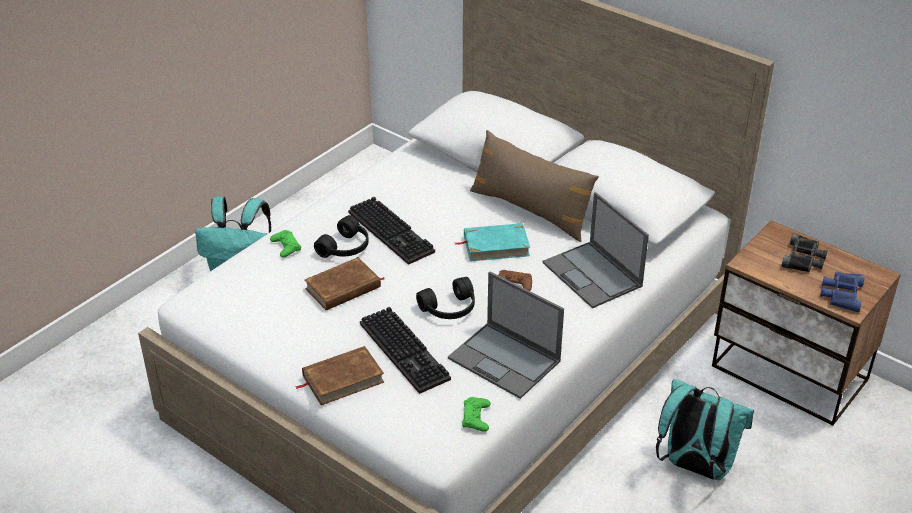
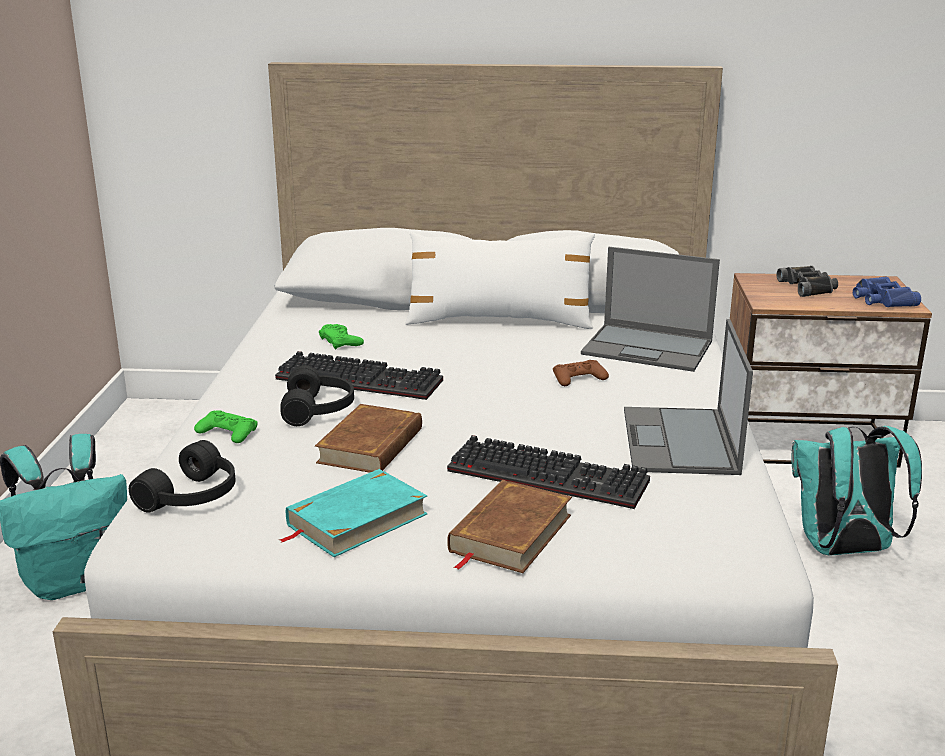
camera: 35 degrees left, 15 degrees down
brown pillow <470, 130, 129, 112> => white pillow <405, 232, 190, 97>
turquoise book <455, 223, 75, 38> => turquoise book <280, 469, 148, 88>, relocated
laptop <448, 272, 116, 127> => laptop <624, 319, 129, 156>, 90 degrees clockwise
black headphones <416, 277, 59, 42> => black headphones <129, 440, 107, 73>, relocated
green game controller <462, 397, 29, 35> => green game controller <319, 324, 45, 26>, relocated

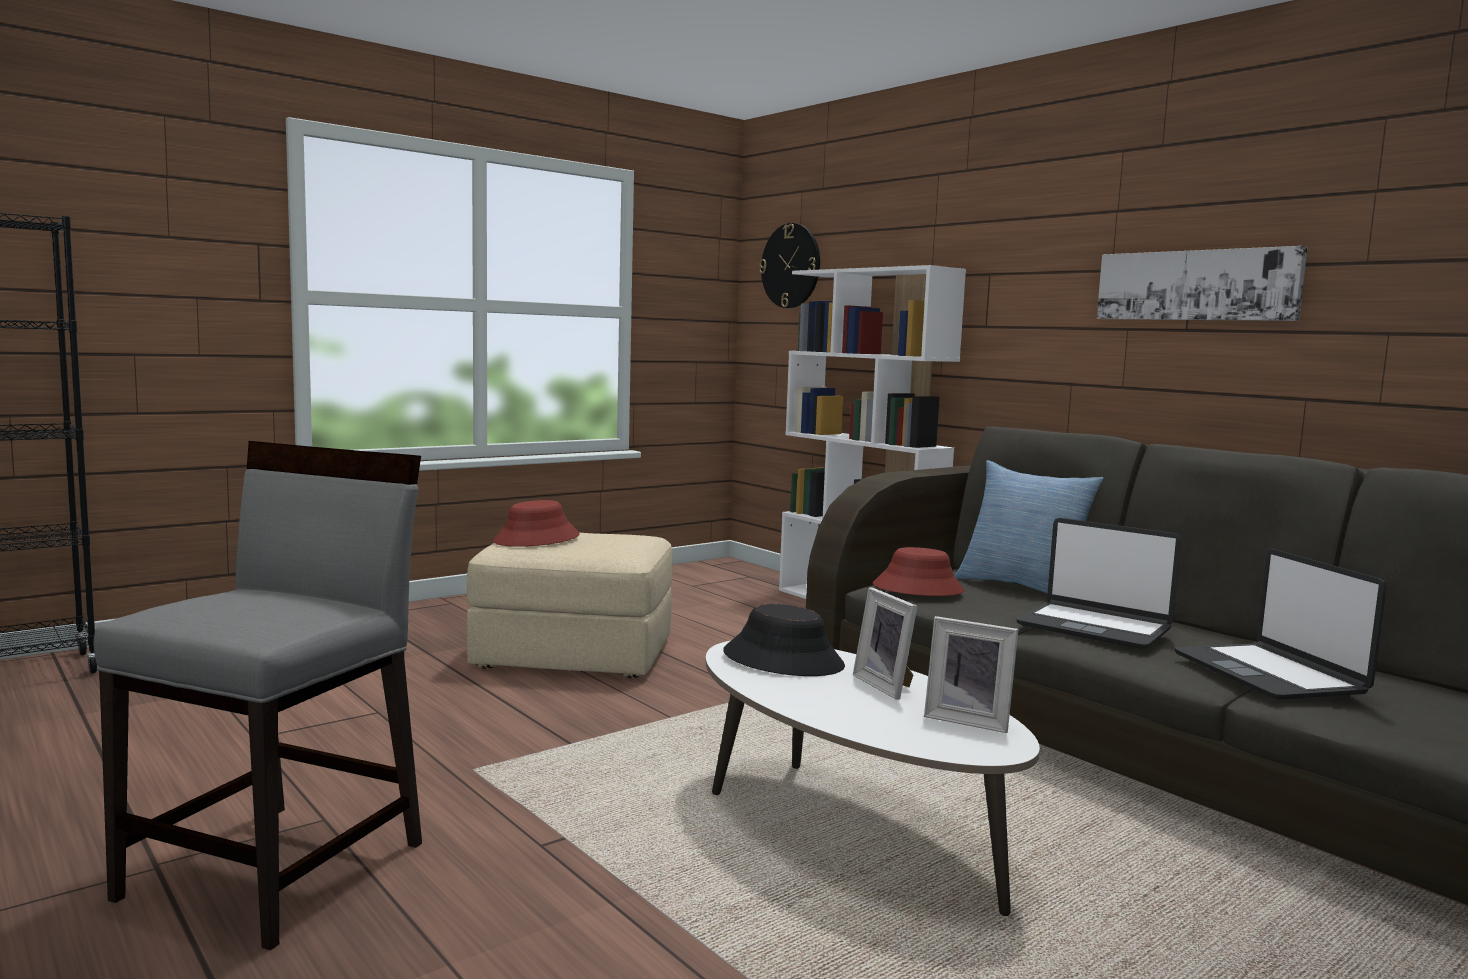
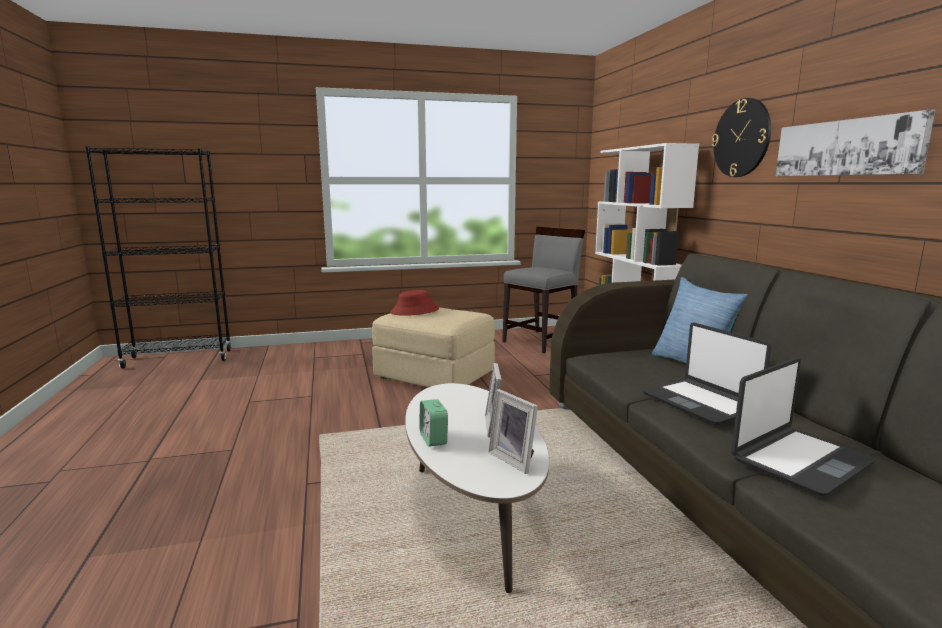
camera: 25 degrees right, 5 degrees up
wall clock <759, 223, 61, 85> => wall clock <712, 98, 59, 79>, relocated
grey chair <94, 441, 328, 510> => grey chair <502, 227, 83, 126>, relocated
red hat <873, 547, 91, 49> => nothing
laptop <1175, 549, 212, 151> => laptop <731, 358, 145, 138>, 135 degrees counterclockwise
black hat <723, 604, 122, 72> => nothing
nothing => alarm clock <419, 399, 29, 48>

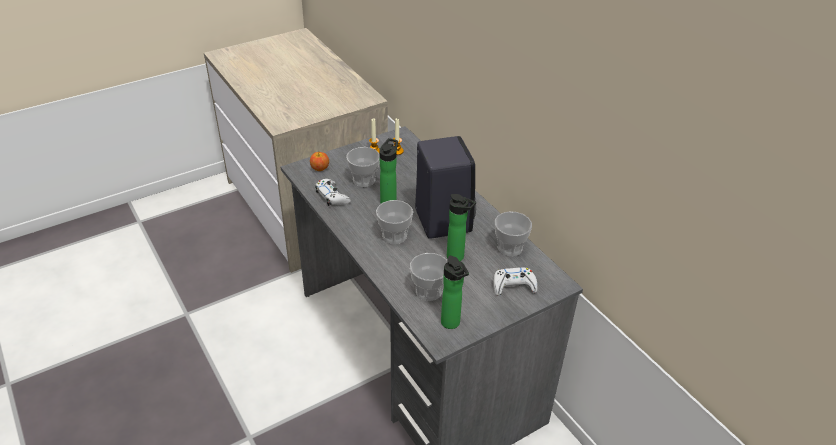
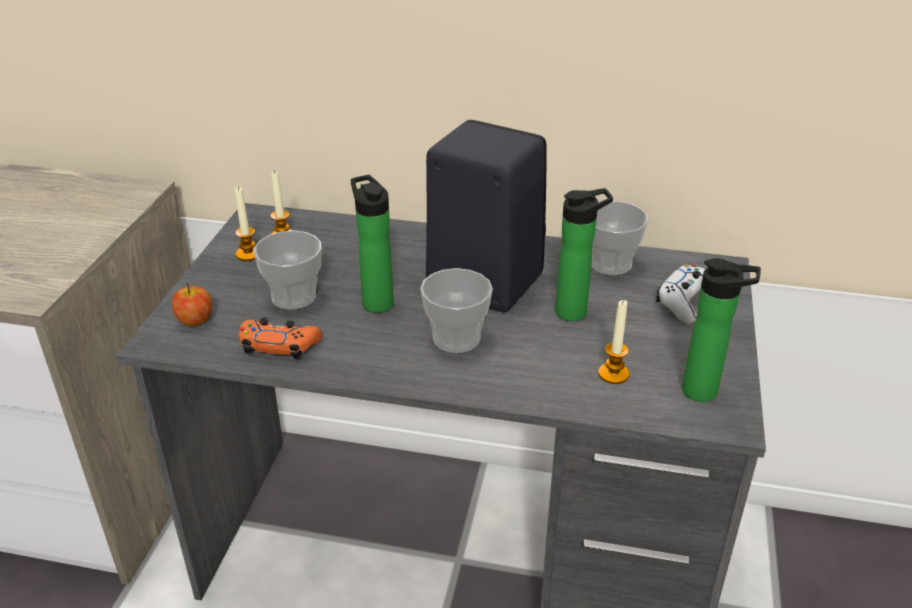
camera: 45 degrees left, 5 degrees down
white game controller <315, 179, 36, 27> => orange game controller <239, 318, 83, 41>
cup <410, 253, 38, 48> => candle <598, 300, 31, 84>

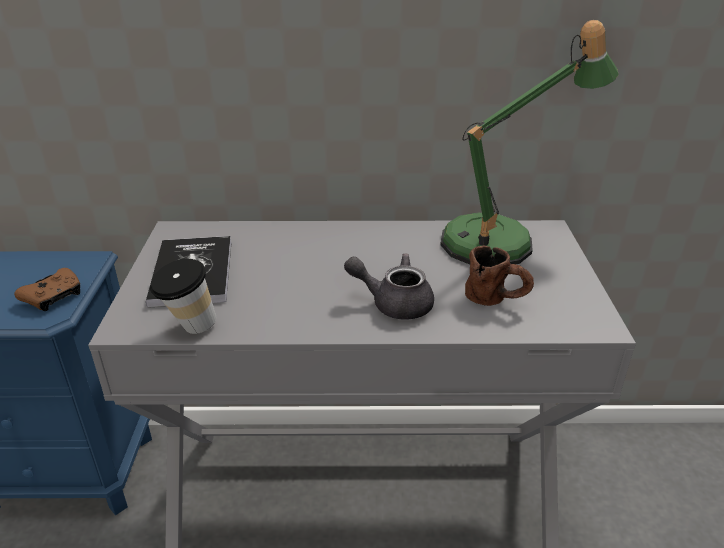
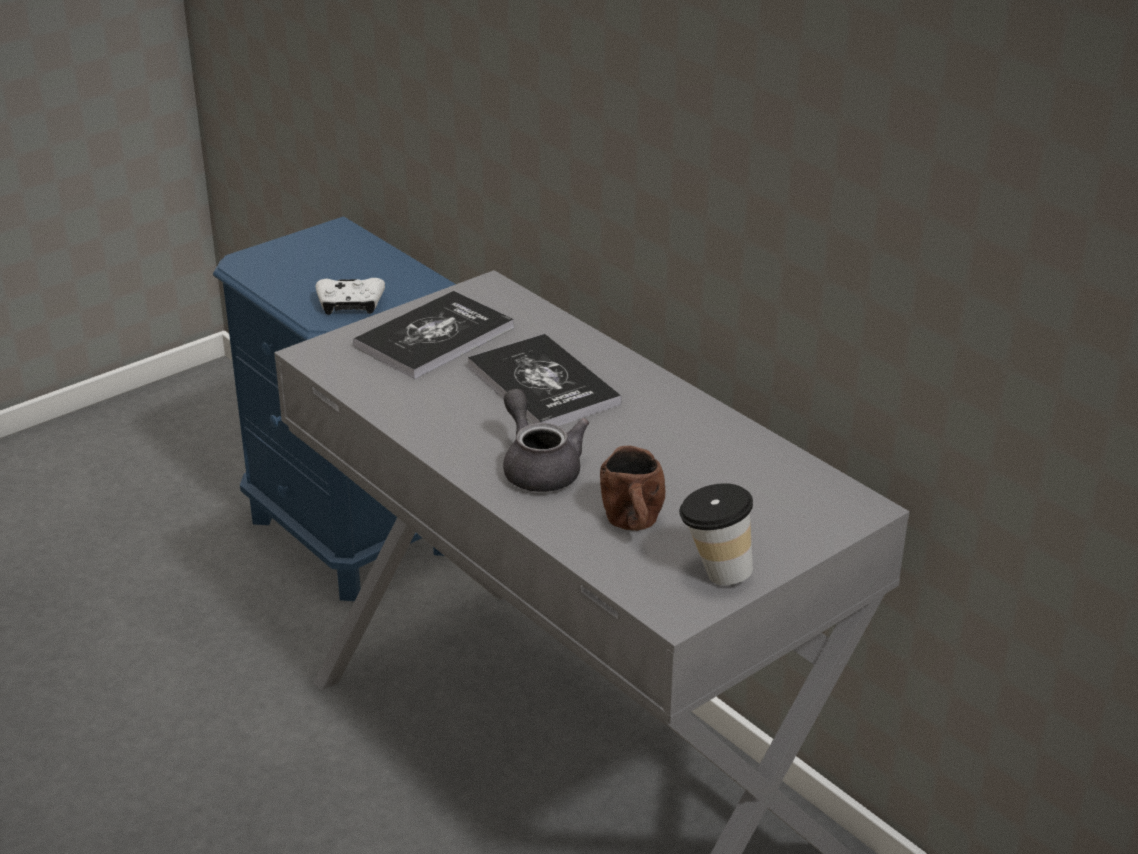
camera: 50 degrees right, 0 degrees up
table lamp <440, 20, 179, 245> => nothing
cup <150, 259, 66, 75> => cup <679, 483, 74, 102>, relocated
brown game controller <14, 268, 66, 43> => white game controller <316, 278, 69, 37>
nothing => book <468, 334, 154, 92>

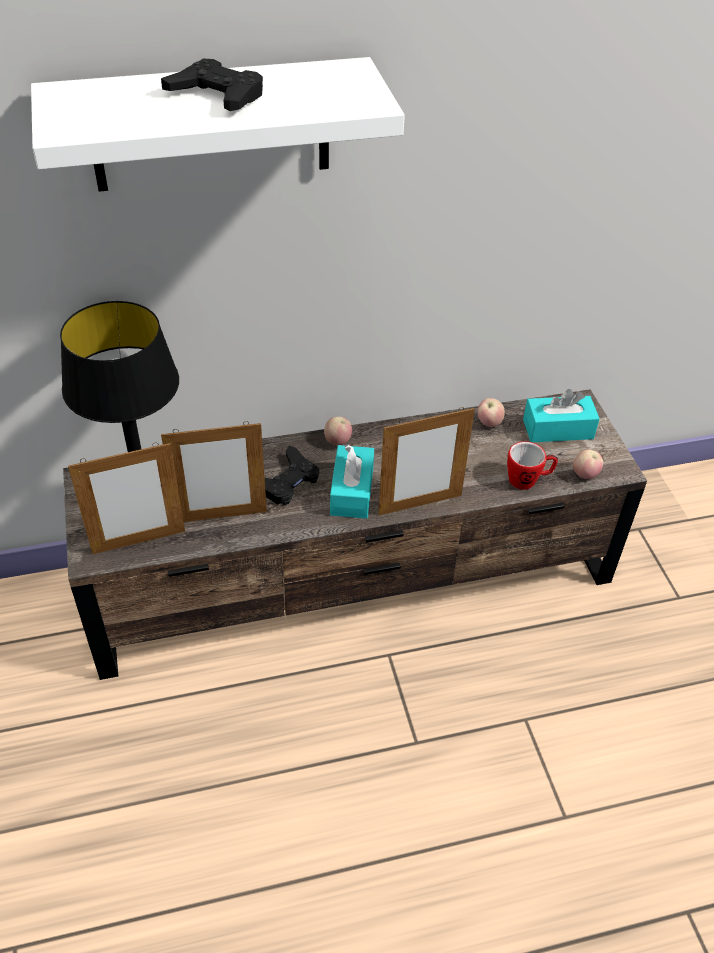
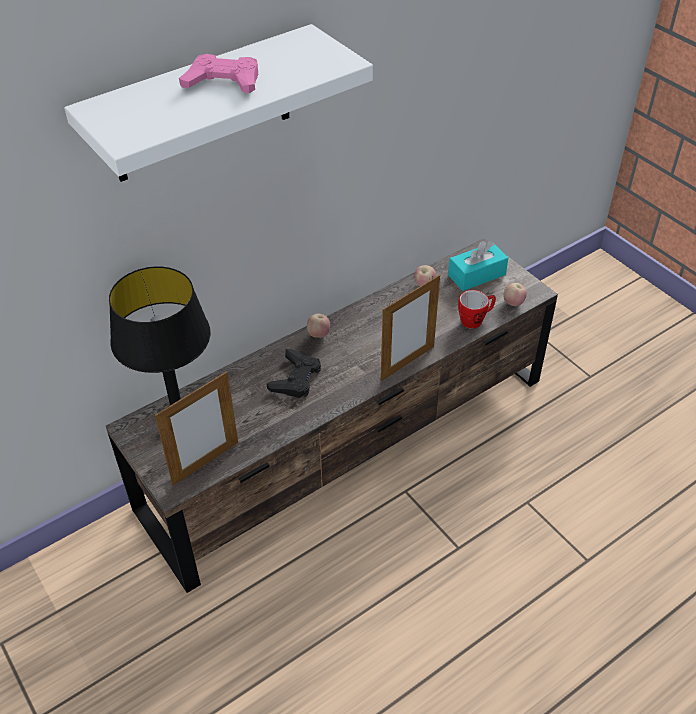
camera: 20 degrees left, 0 degrees up
black game controller <161, 59, 102, 52> => pink game controller <179, 54, 79, 39>
picture frame <161, 421, 106, 101> => nothing
turquoise tissue box <330, 444, 44, 75> => nothing

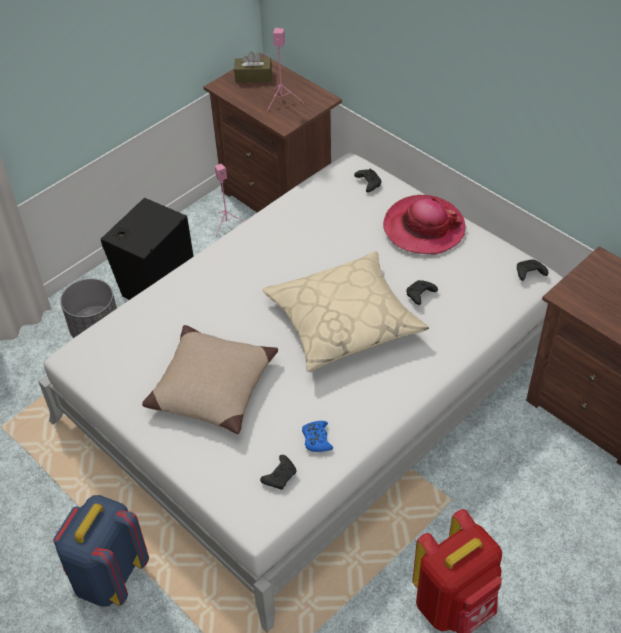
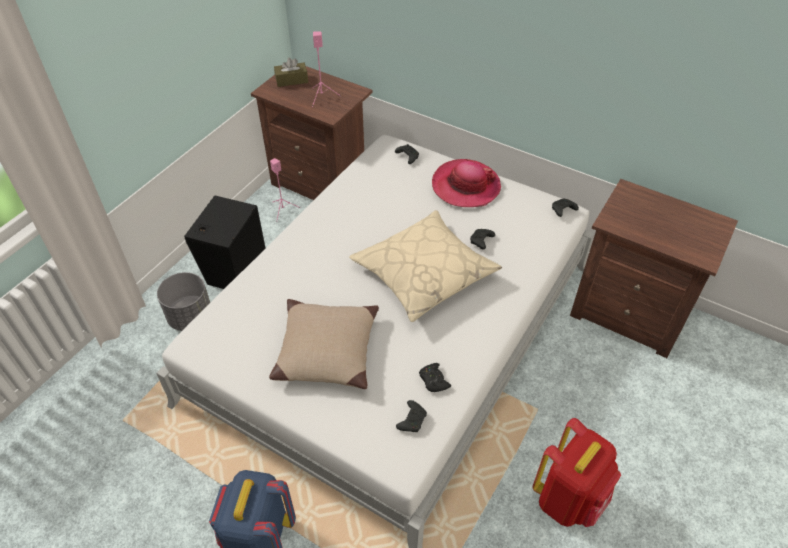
camera: 15 degrees left, 0 degrees up
blue game controller <302, 421, 31, 31> => black game controller <419, 363, 32, 29>

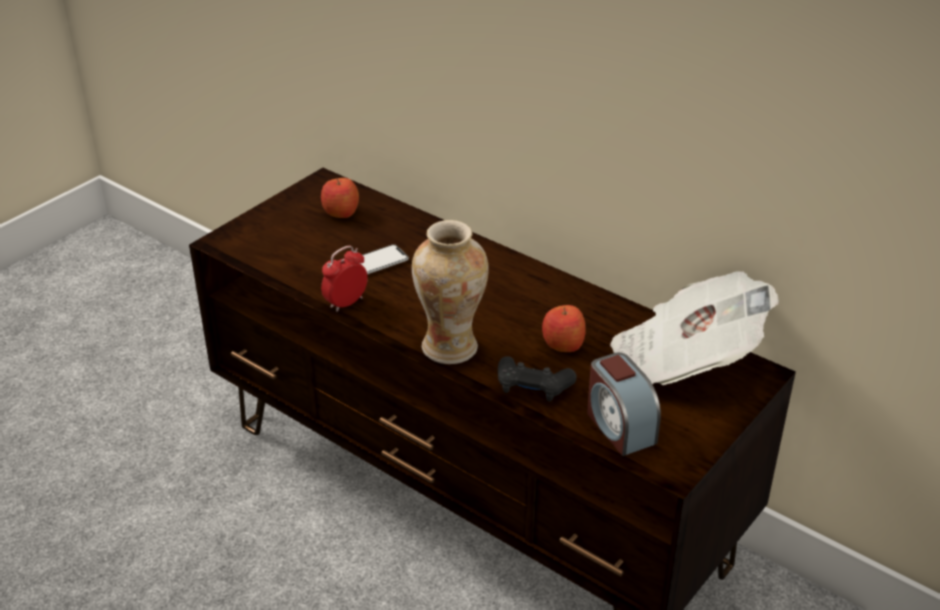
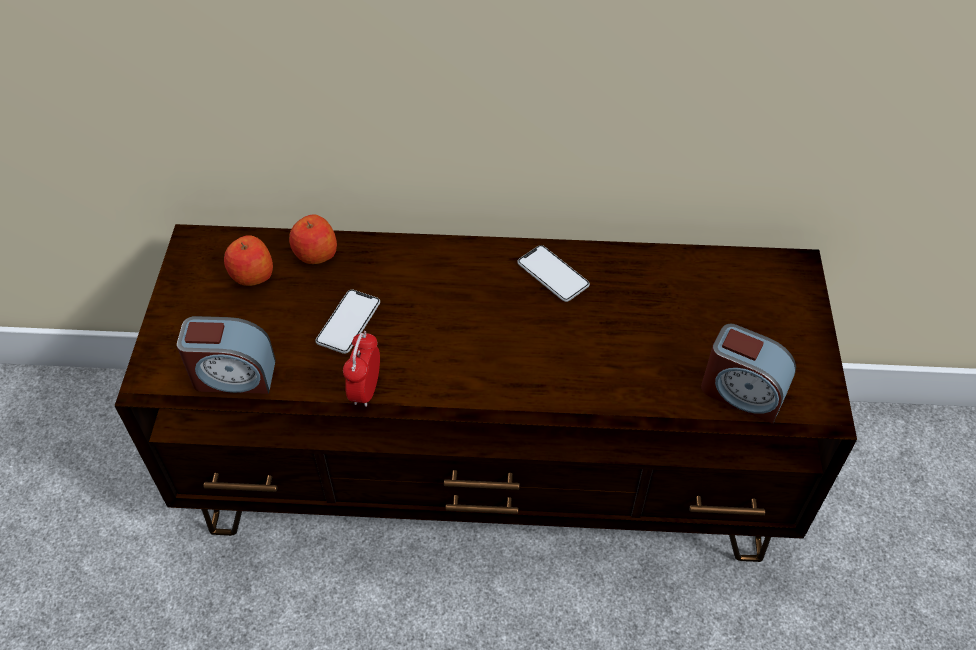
camera: 35 degrees left, 15 degrees up
vase <412, 220, 77, 144> => nothing
newspaper <610, 271, 169, 114> => nothing
apple <542, 305, 44, 47> => apple <289, 214, 48, 50>, relocated
black game controller <498, 357, 79, 45> => nothing
nothing => phone <517, 245, 73, 57>
nothing => alarm clock <177, 316, 99, 78>

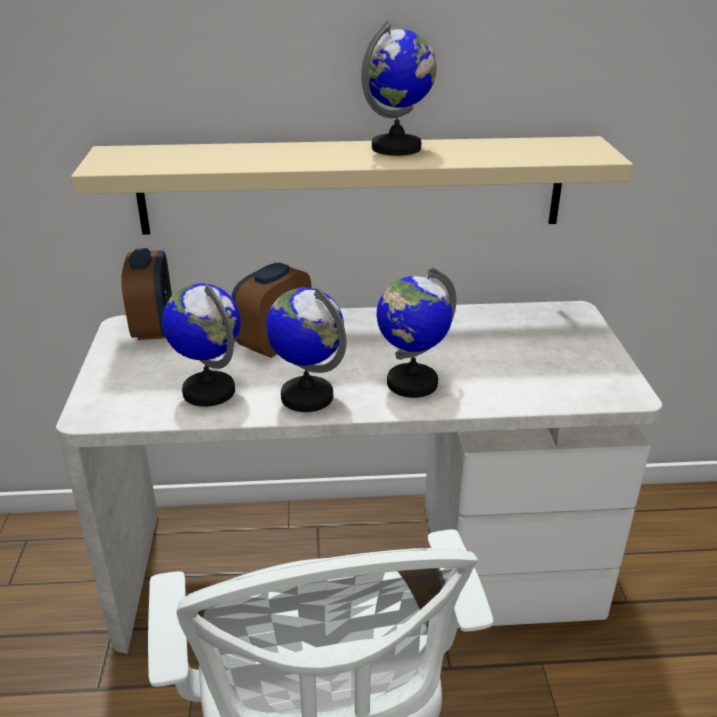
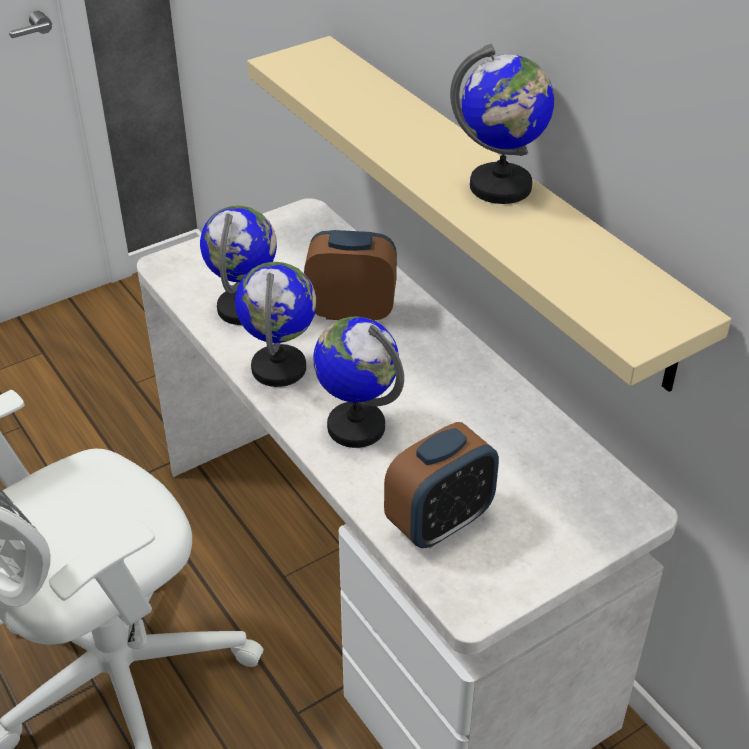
camera: 60 degrees right, 10 degrees up
alarm clock <121, 248, 51, 92> => alarm clock <384, 422, 115, 126>, relocated

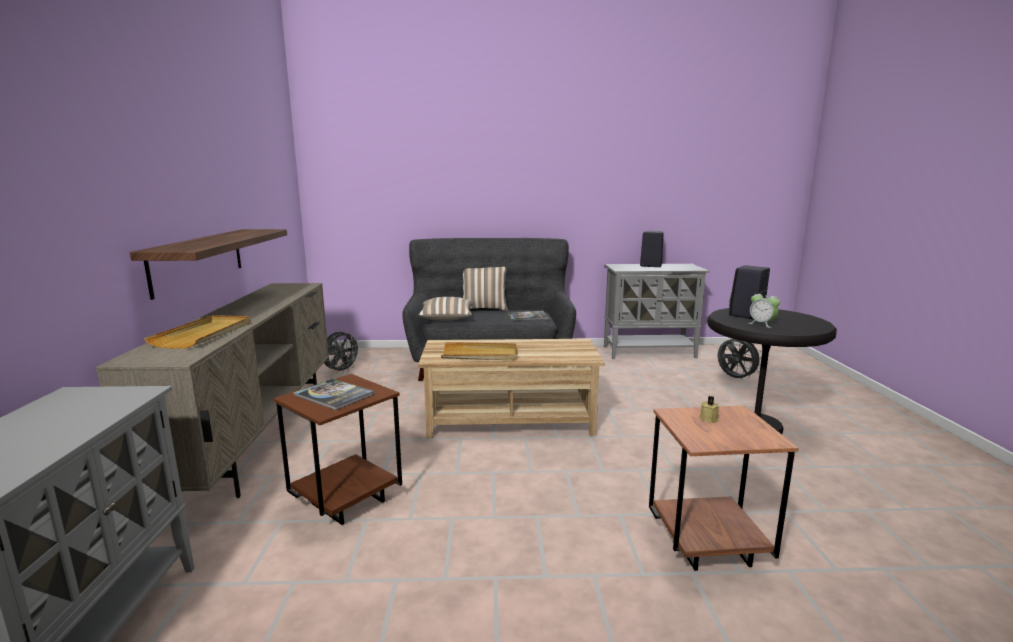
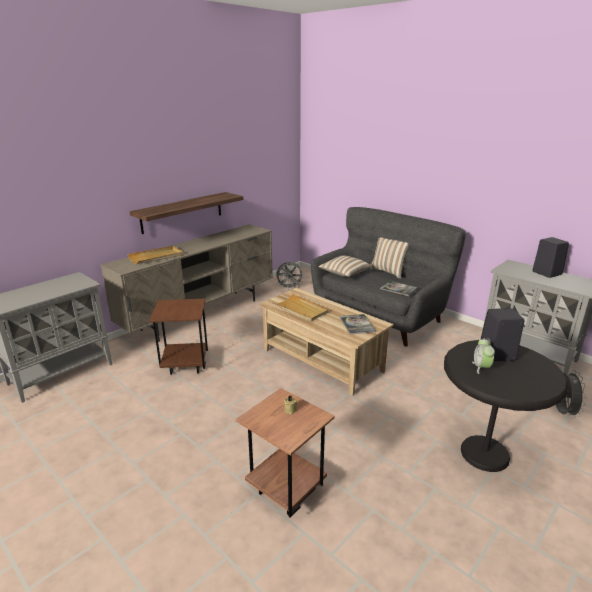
camera: 45 degrees right, 10 degrees up
book <293, 379, 82, 31> => book <340, 314, 36, 20>, relocated

